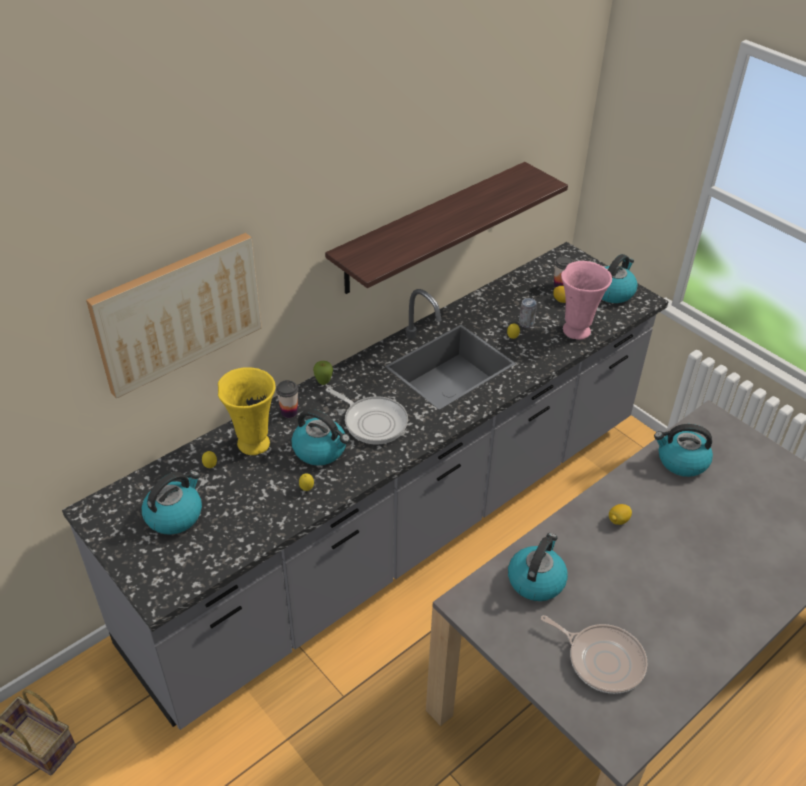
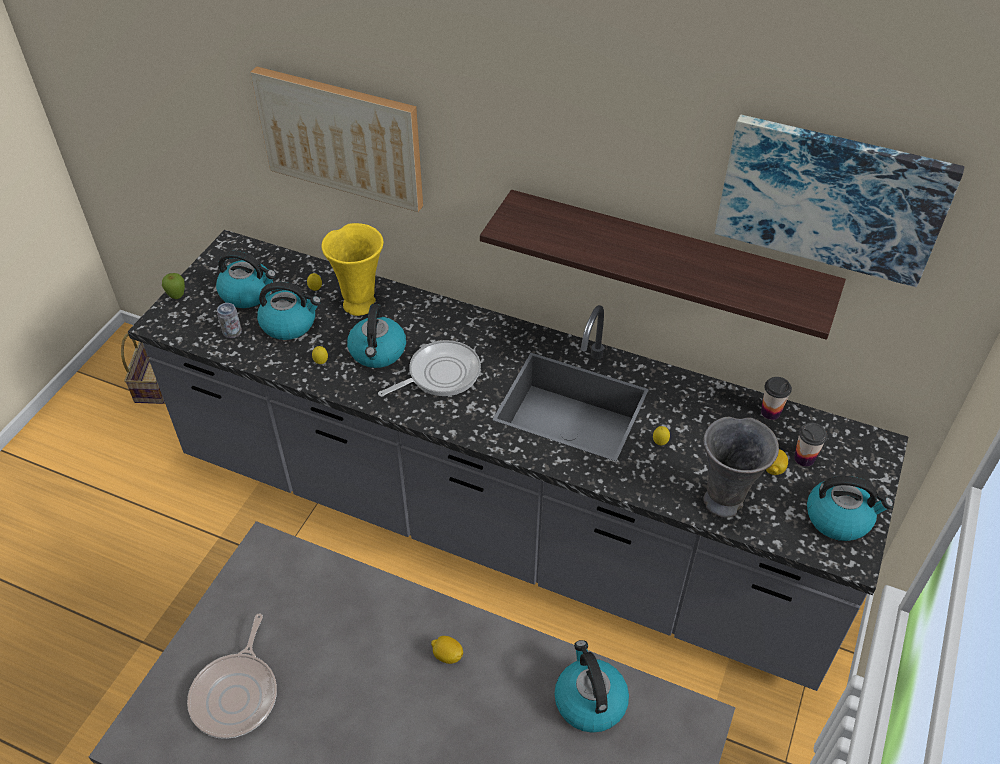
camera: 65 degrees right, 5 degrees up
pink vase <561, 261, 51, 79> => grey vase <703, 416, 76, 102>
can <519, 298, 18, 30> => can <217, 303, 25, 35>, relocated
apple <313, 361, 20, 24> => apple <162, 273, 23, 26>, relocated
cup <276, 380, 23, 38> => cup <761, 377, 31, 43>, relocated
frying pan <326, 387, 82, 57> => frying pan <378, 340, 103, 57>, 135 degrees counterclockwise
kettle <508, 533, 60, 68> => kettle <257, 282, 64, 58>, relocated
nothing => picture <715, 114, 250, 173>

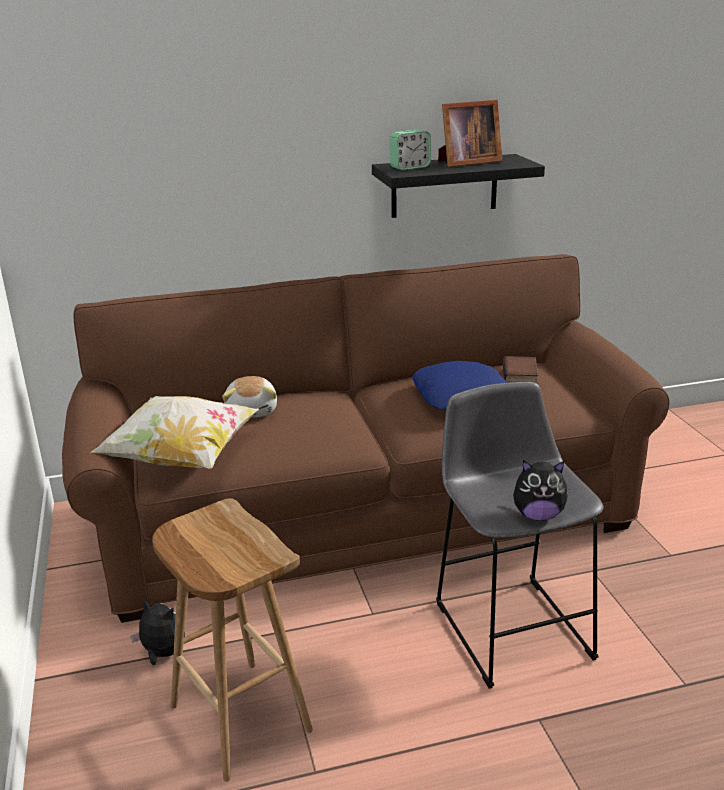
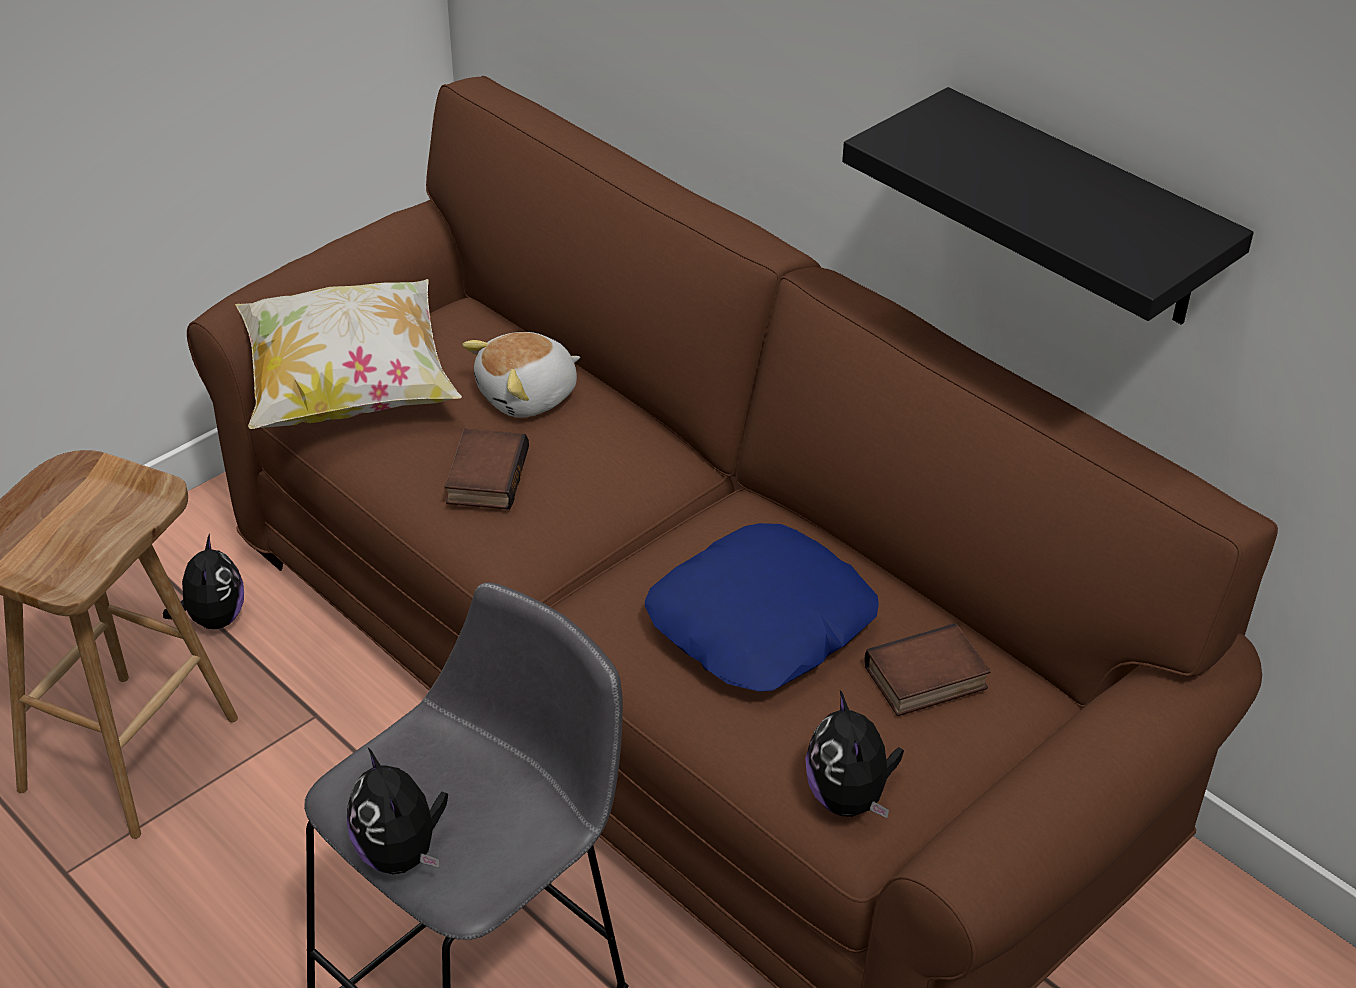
camera: 60 degrees right, 15 degrees up
picture frame <438, 100, 64, 67> => nothing
alarm clock <389, 130, 42, 40> => nothing
nothing => book <444, 429, 85, 81>
nothing => plush toy <805, 690, 99, 128>

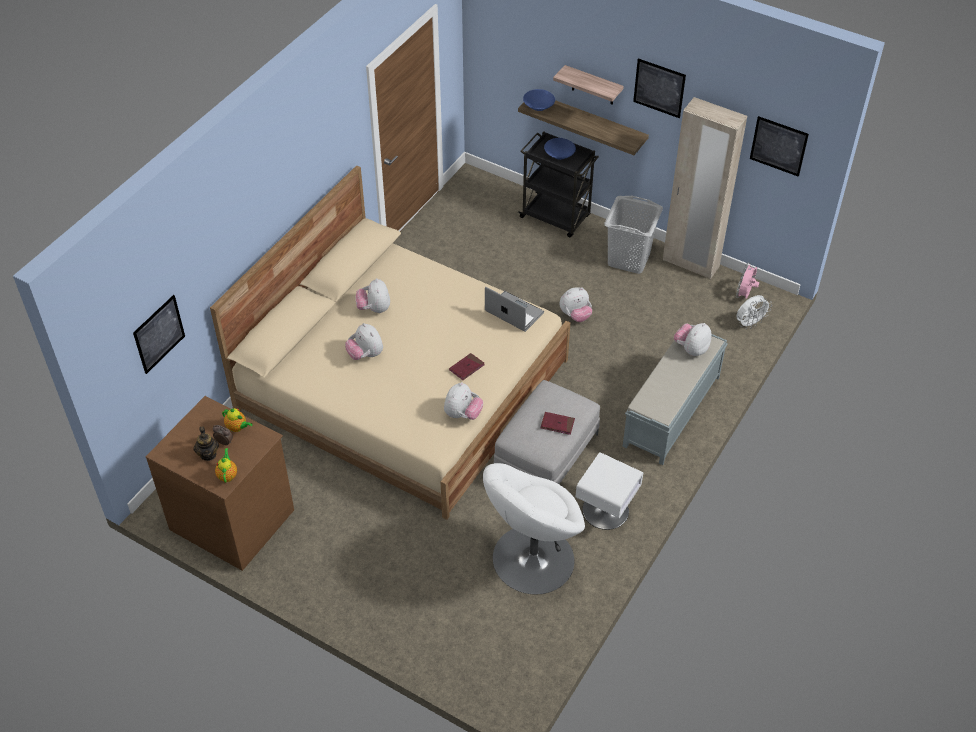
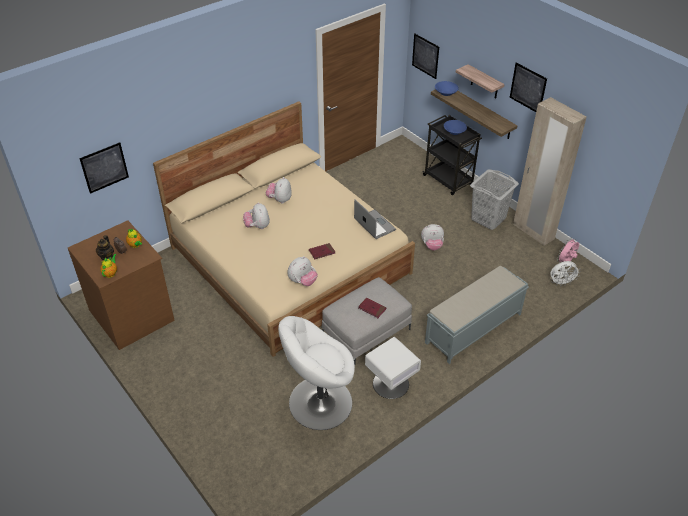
camera: 20 degrees right, 5 degrees down
picture <750, 116, 59, 61> => picture <412, 34, 27, 45>, relocated
plush toy <674, 323, 38, 33> => nothing

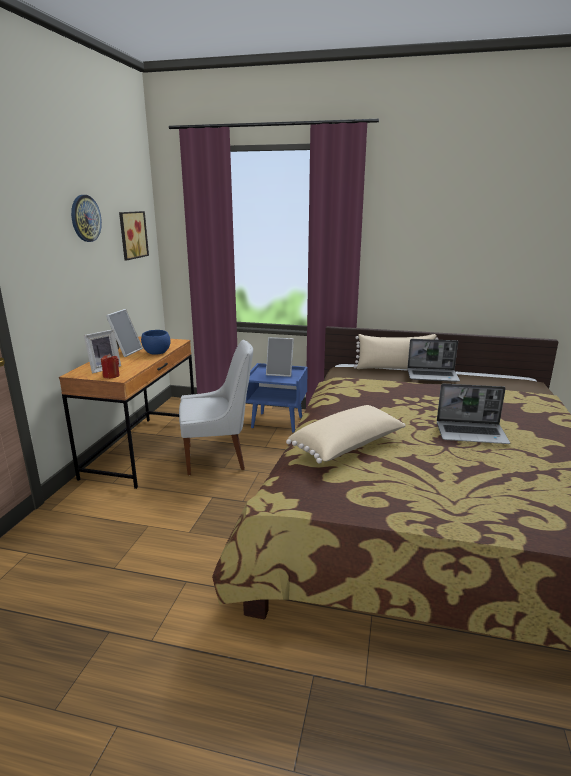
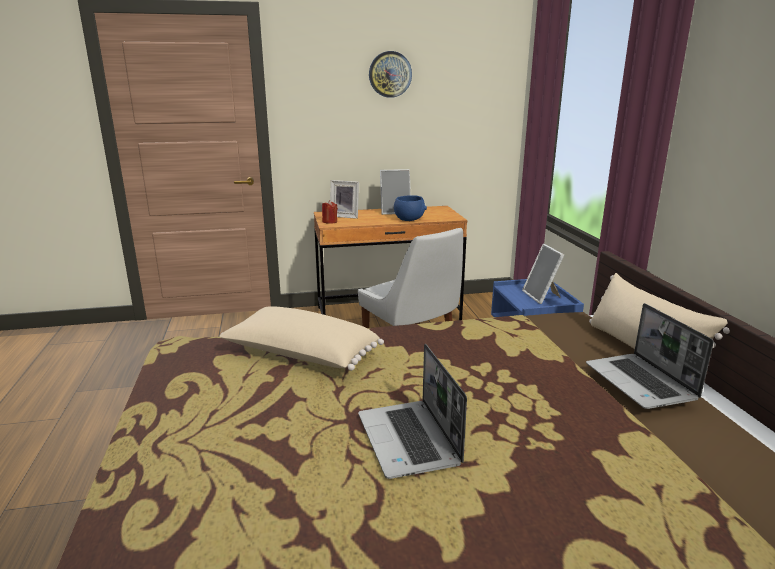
camera: 65 degrees right, 0 degrees up
picture <119, 211, 30, 49> => nothing

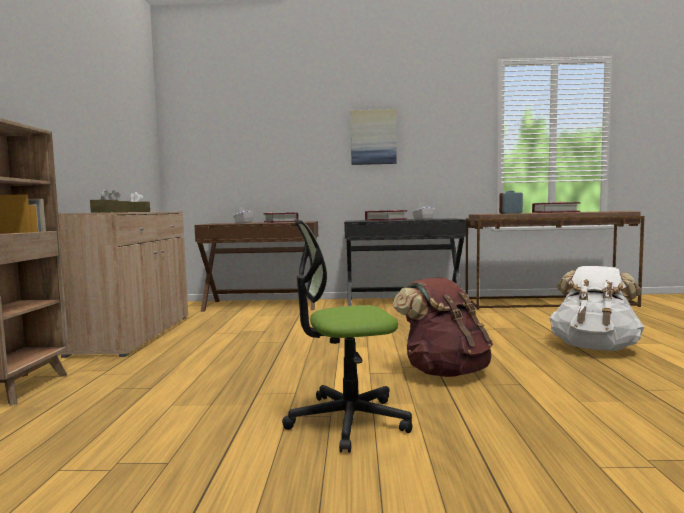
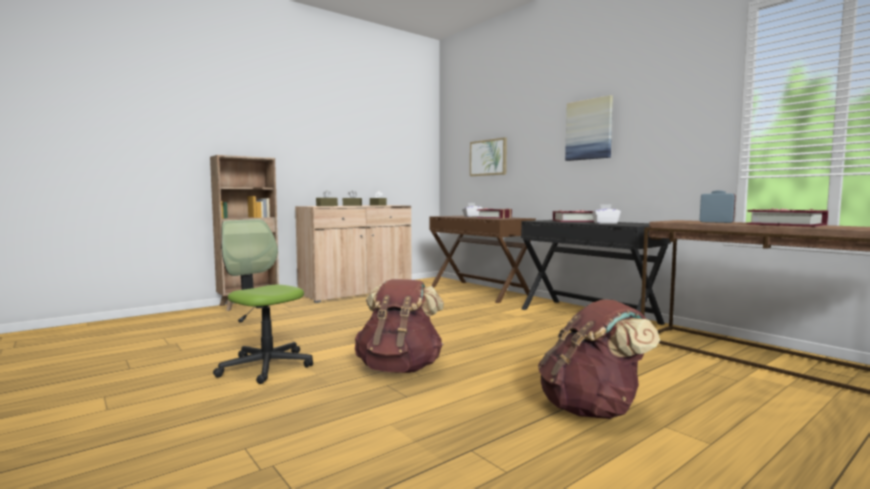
camera: 50 degrees right, 0 degrees up
white backpack <549, 266, 96, 85> => brown backpack <538, 299, 122, 120>
nothing => picture <470, 137, 37, 39>

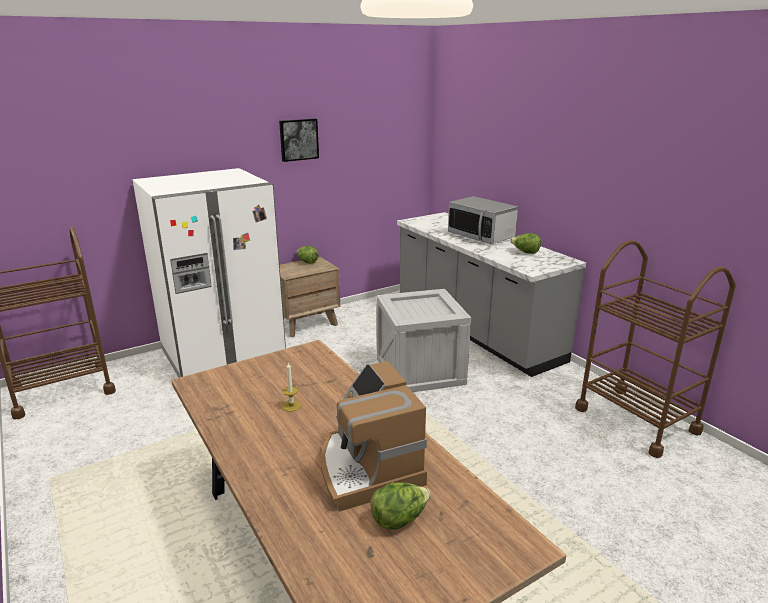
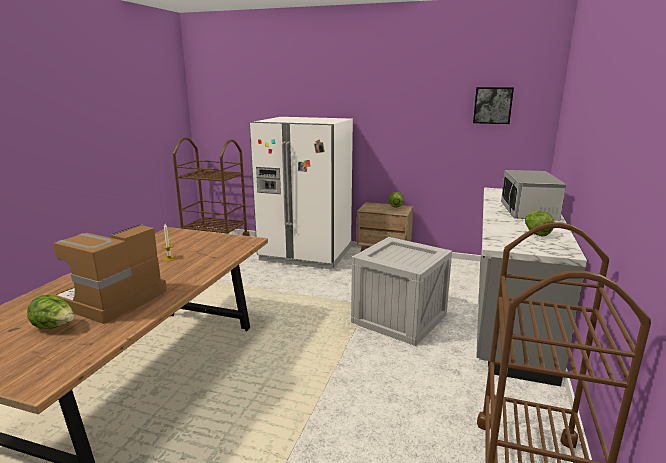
camera: 50 degrees right, 5 degrees down
picture <279, 118, 40, 44> => picture <473, 87, 41, 37>, relocated

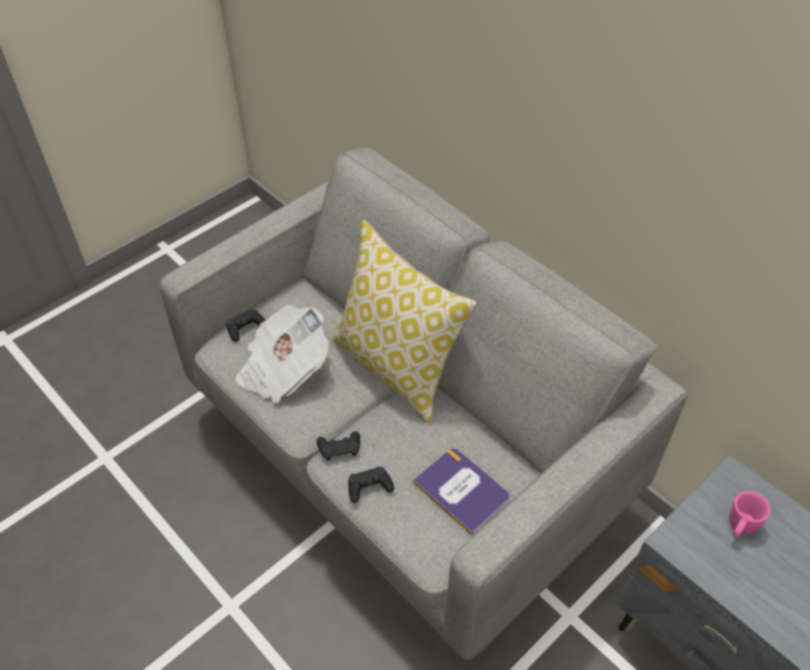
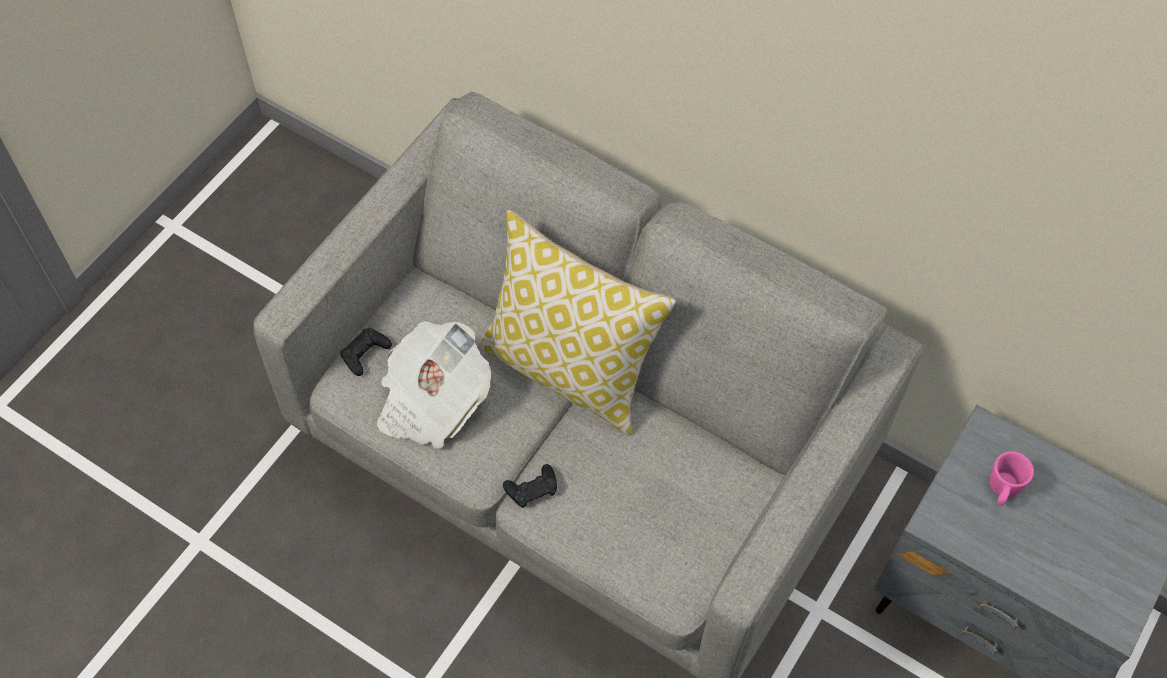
camera: 15 degrees left, 10 degrees up
book <413, 448, 96, 87> => nothing
black game controller <348, 467, 46, 36> => nothing

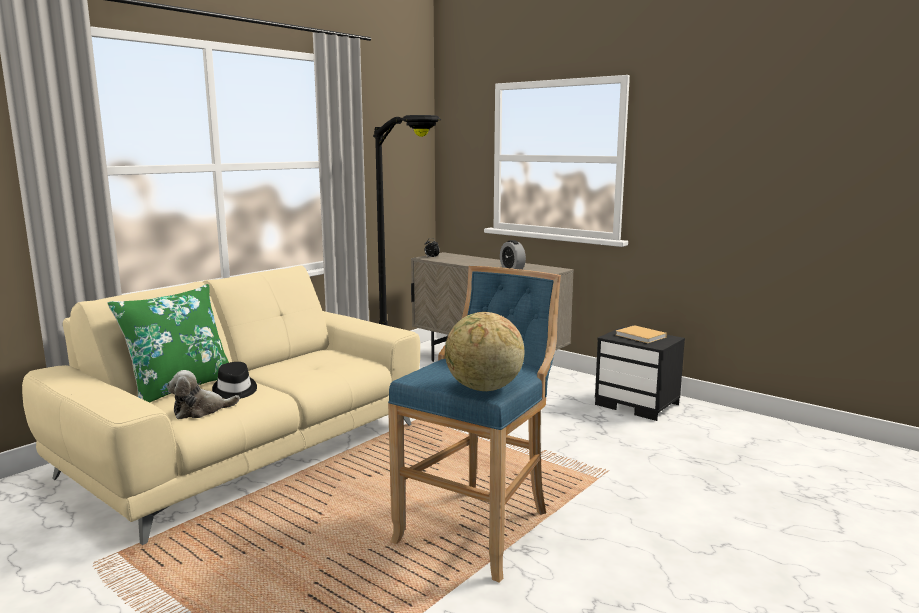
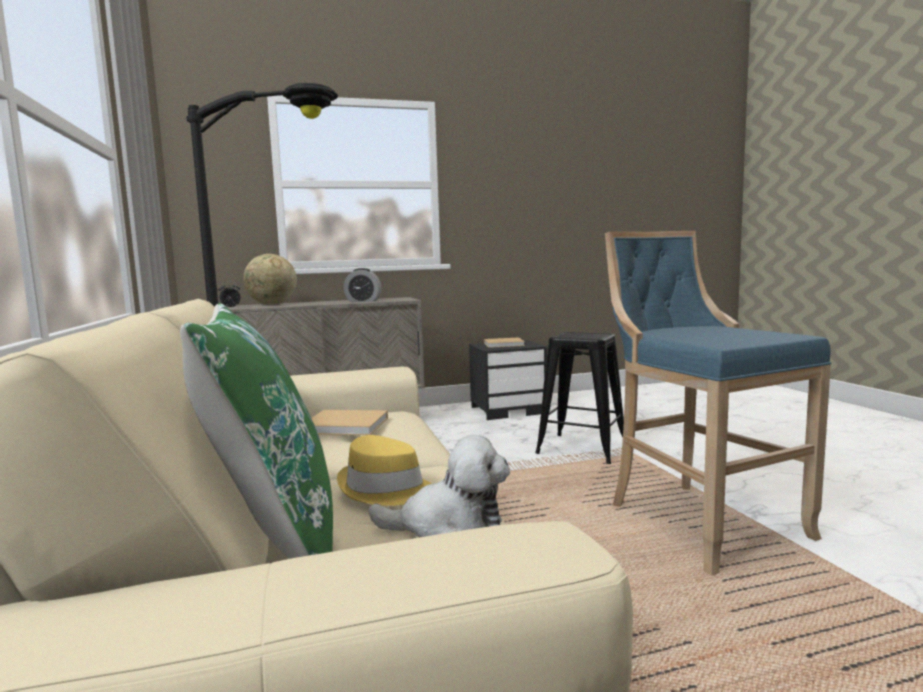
camera: 55 degrees left, 5 degrees down
globe <445, 312, 79, 79> => globe <243, 254, 54, 51>, relocated
black hat <212, 362, 45, 37> => yellow hat <337, 435, 95, 71>
plush toy <167, 370, 73, 49> => plush toy <368, 435, 142, 102>, 90 degrees counterclockwise
nothing => black stool <535, 332, 89, 132>
nothing => beige book <312, 410, 76, 25>

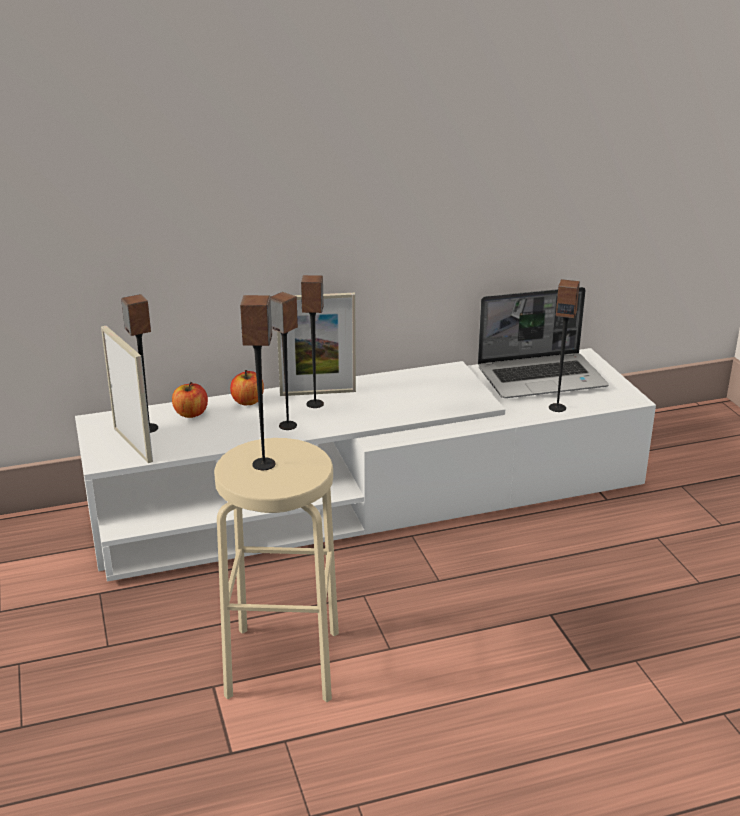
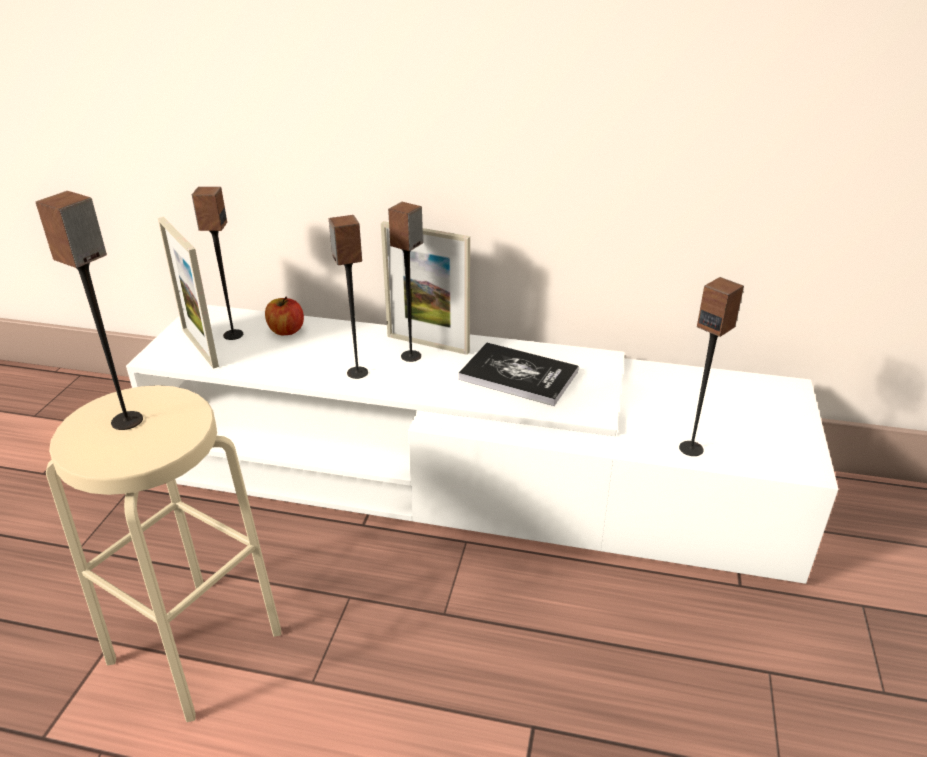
camera: 30 degrees right, 5 degrees up
laptop <478, 287, 131, 111> => nothing
picture frame <101, 326, 52, 137> => picture frame <158, 217, 61, 152>, 150 degrees clockwise
apple <230, 370, 34, 35> => nothing
nothing => book <458, 343, 121, 63>

